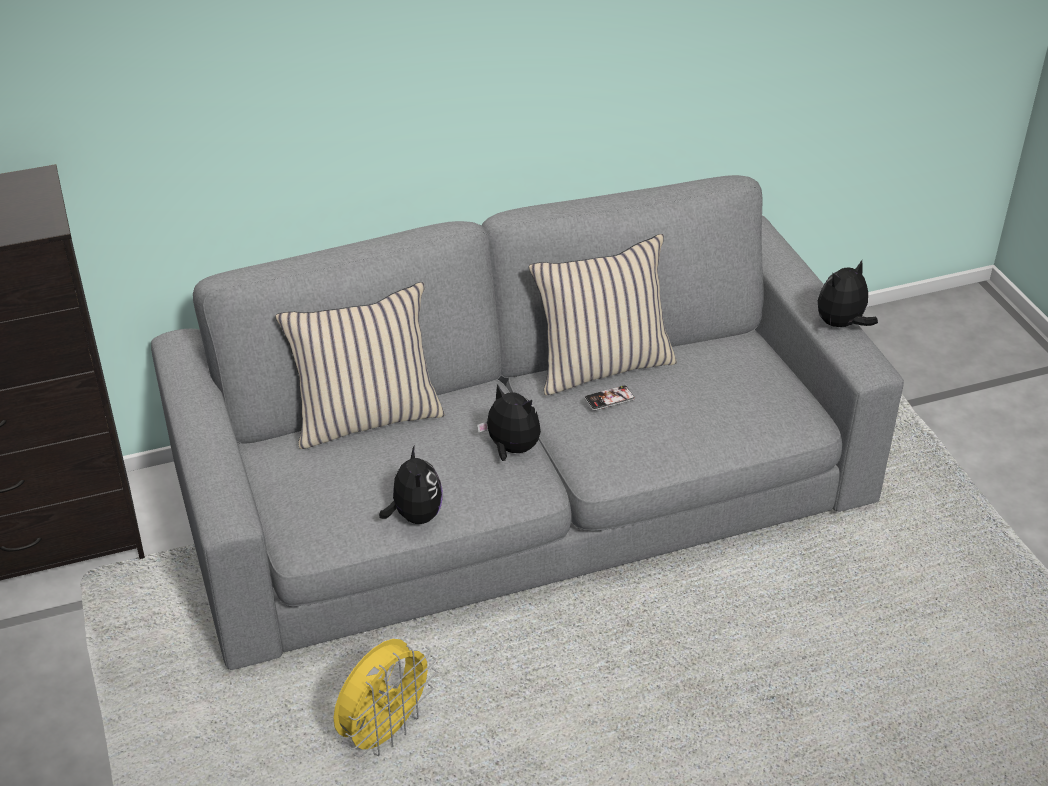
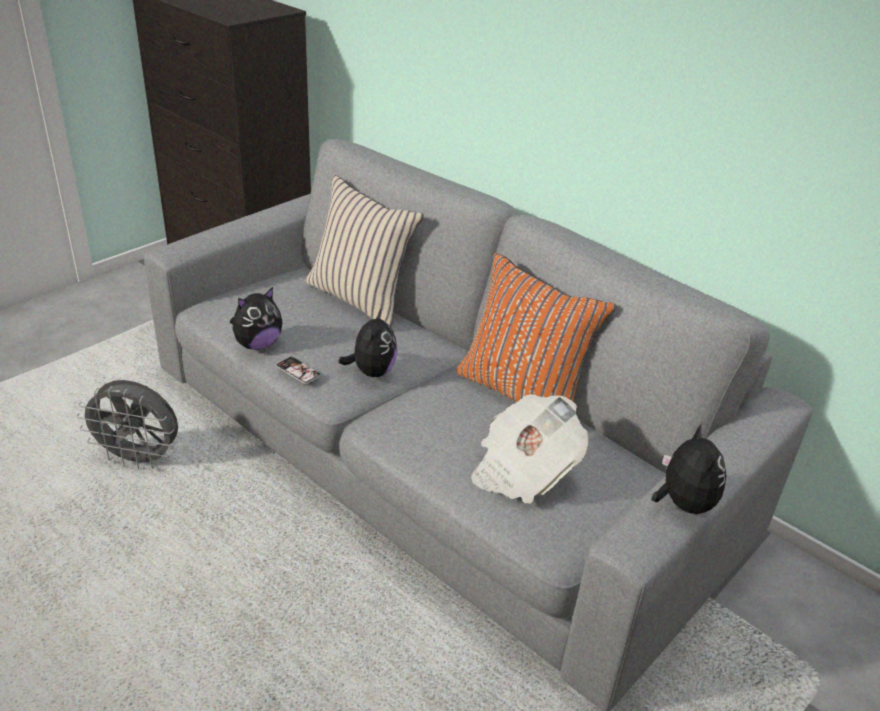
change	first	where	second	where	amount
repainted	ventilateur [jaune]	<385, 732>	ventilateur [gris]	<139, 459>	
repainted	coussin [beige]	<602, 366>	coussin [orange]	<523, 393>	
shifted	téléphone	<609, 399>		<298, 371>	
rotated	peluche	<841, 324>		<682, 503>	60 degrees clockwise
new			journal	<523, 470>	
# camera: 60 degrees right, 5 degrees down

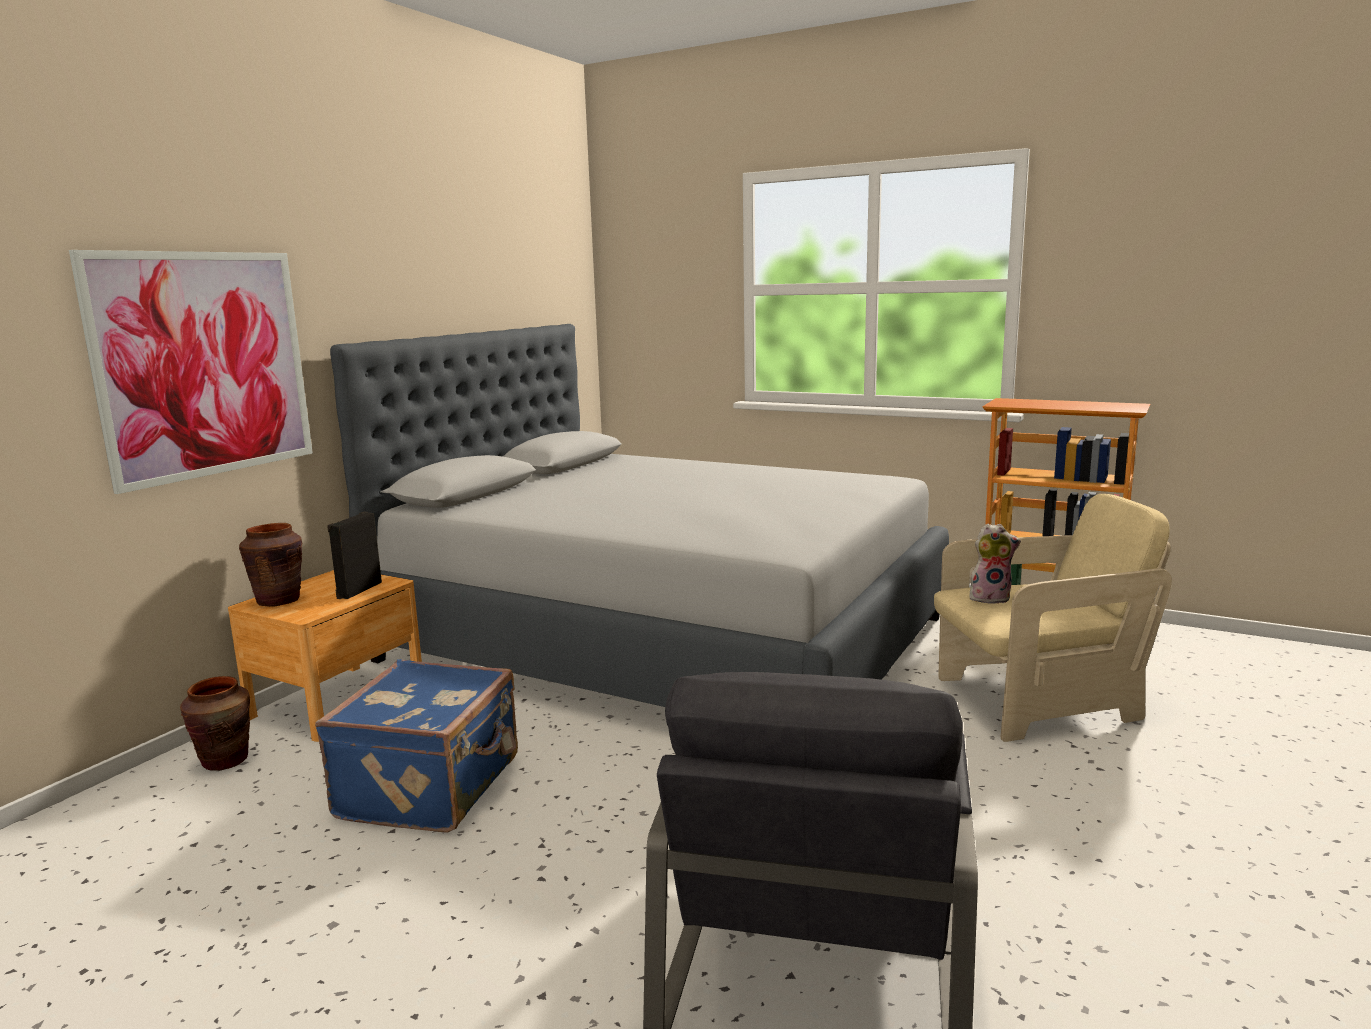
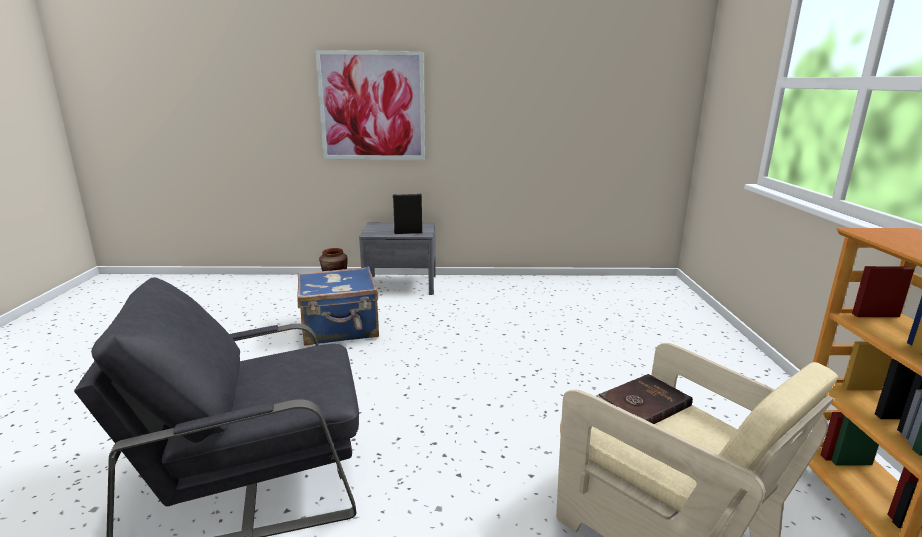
change	first	where	second	where	amount
repainted	table de chevet [marron]	<338, 701>	table de chevet [gris]	<400, 284>	
gone	vase [marron]	<279, 601>			
gone	lit [gris]	<666, 638>			
swapped	peluche	<990, 598>	livre [marron]	<642, 404>	
# camera: 60 degrees right, 5 degrees up

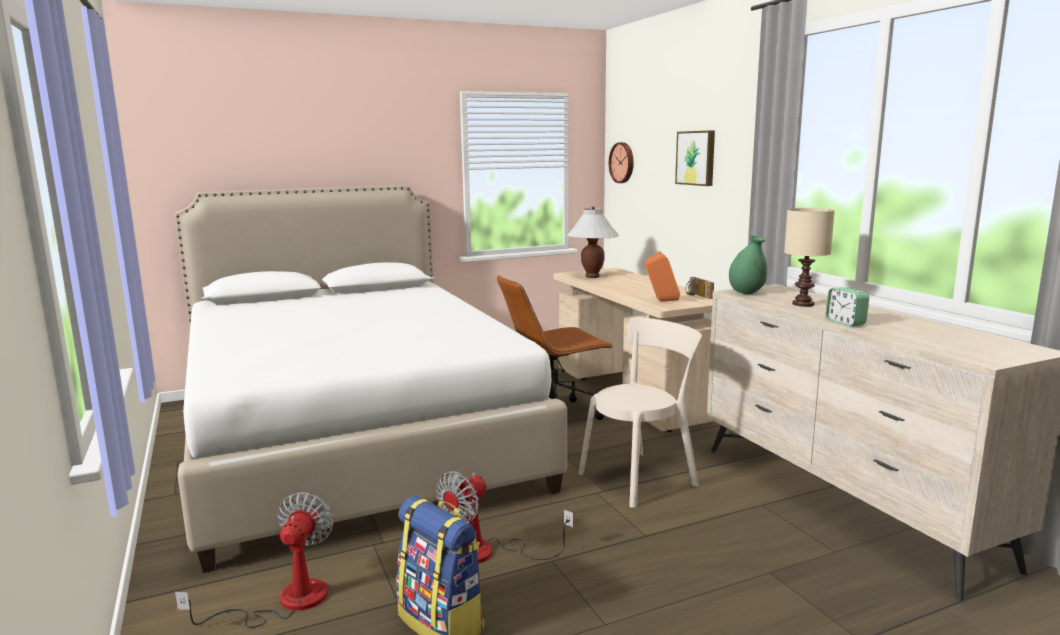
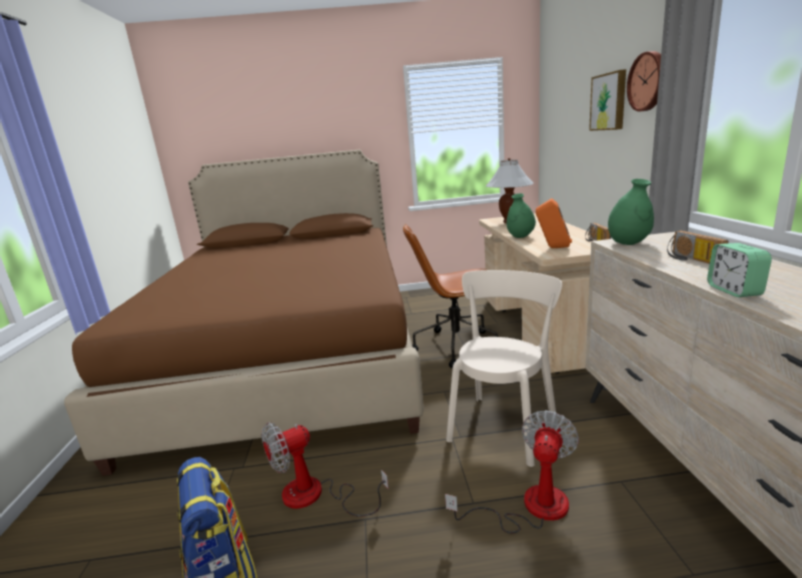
change	first	where	second	where	amount
repainted	lit [blanc]	<352, 438>	lit [marron]	<292, 355>	
shifted	ventilateur	<285, 602>		<530, 507>	
rotated	chaise [beige]	<641, 477>		<504, 425>	45 degrees counterclockwise
shifted	horloge murale	<622, 162>		<648, 81>	
swapped	lampe de table [beige]	<804, 304>	radio	<691, 259>	
new			vase [vert]	<520, 237>	
# camera: 20 degrees right, 5 degrees up

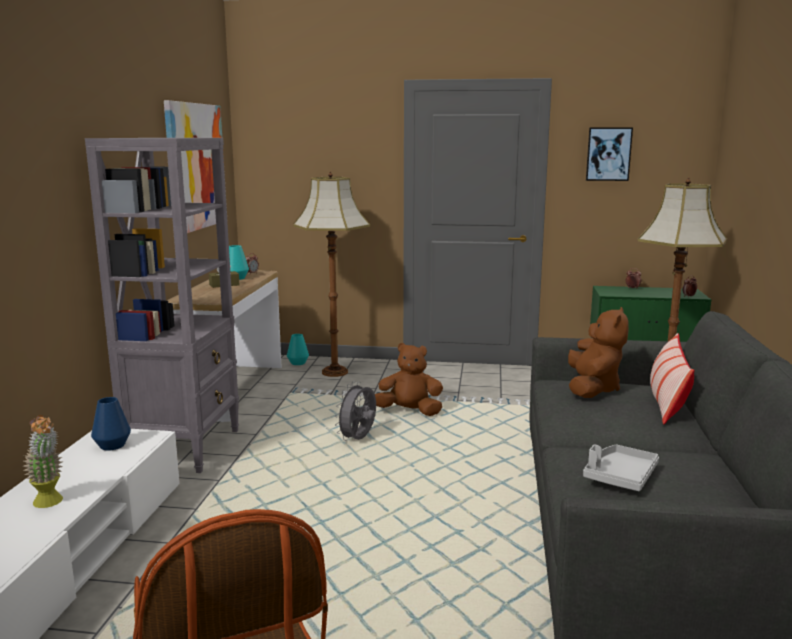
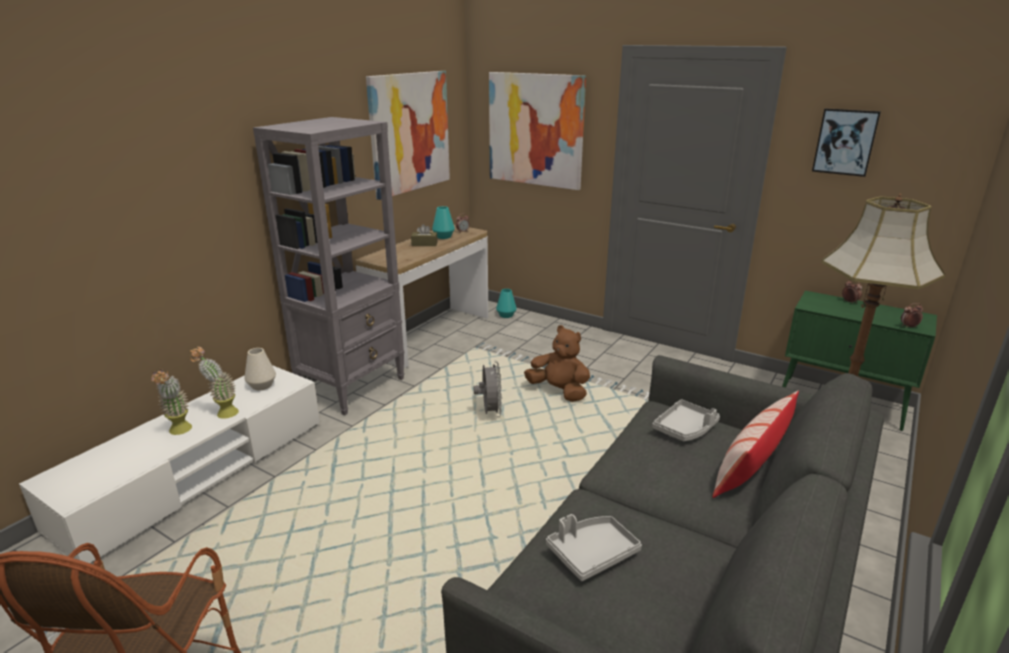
change	first	where	second	where	amount
repainted	vase [bleu]	<112, 445>	vase [blanc]	<262, 385>	
gone	lampadaire	<334, 372>			
rotated	ventilateur [gris]	<358, 440>		<490, 412>	120 degrees clockwise
swapped	peluche [marron]	<592, 389>	plateau [gris]	<685, 429>	
new			plante en pot	<222, 413>	
new			tableau	<535, 130>	
# camera: 25 degrees right, 10 degrees up

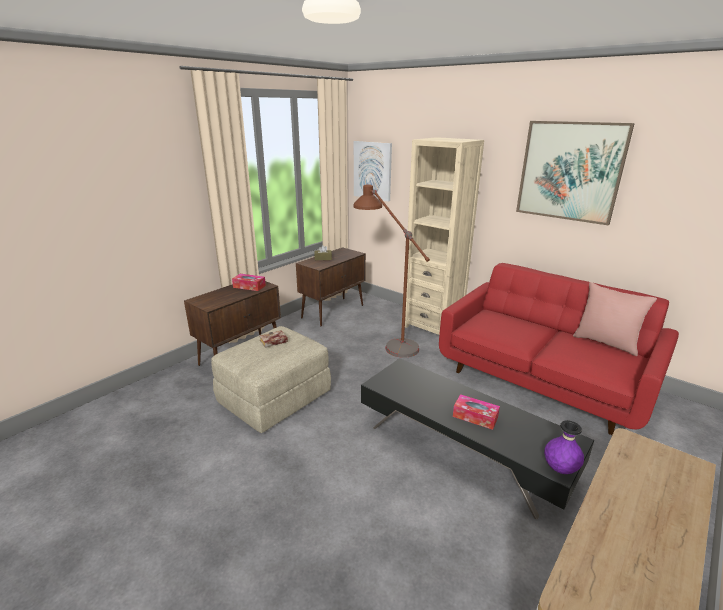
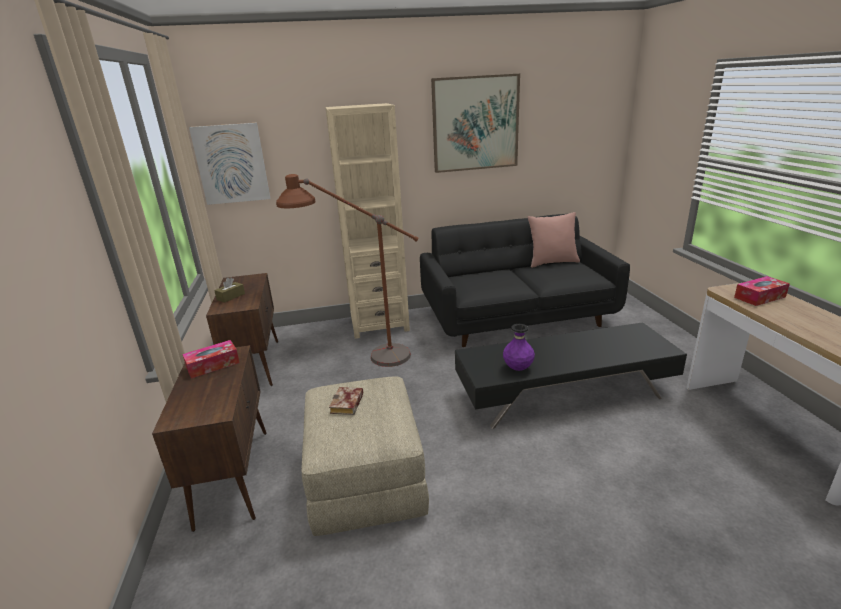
change	first	where	second	where	amount
repainted	canapé [rouge]	<542, 380>	canapé [noir]	<517, 317>	
shifted	boîte à mouchoirs	<475, 417>		<759, 297>	
shifted	vase [violet]	<559, 469>		<518, 368>	
# camera: 50 degrees left, 0 degrees up

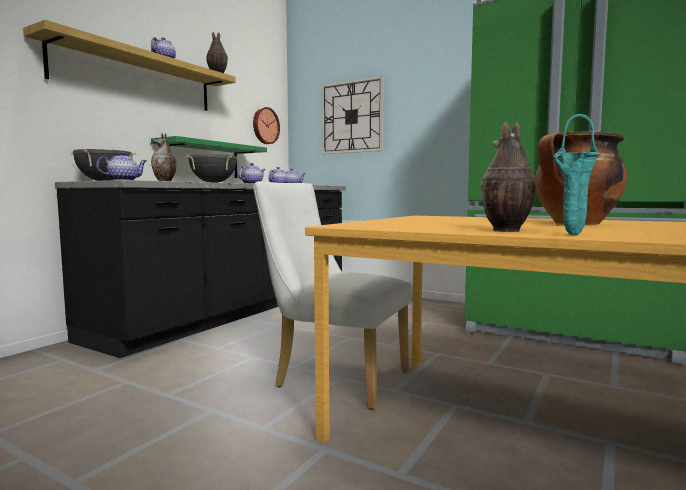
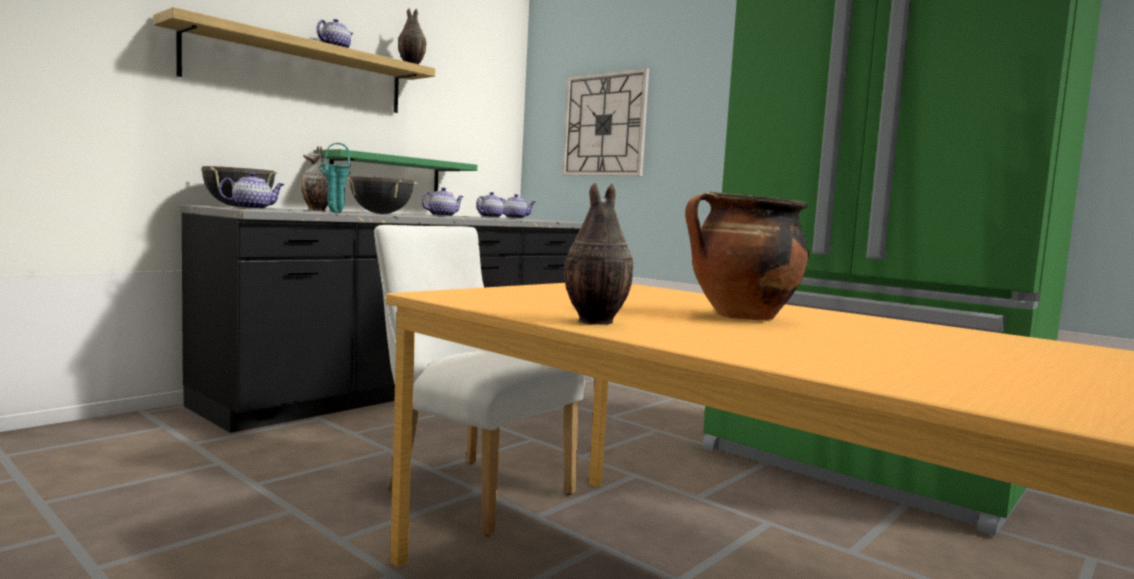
change	first	where	second	where	amount
gone	horloge murale	<265, 126>			
shifted	vase [turquoise]	<571, 235>		<334, 212>	
# camera: 10 degrees right, 0 degrees up

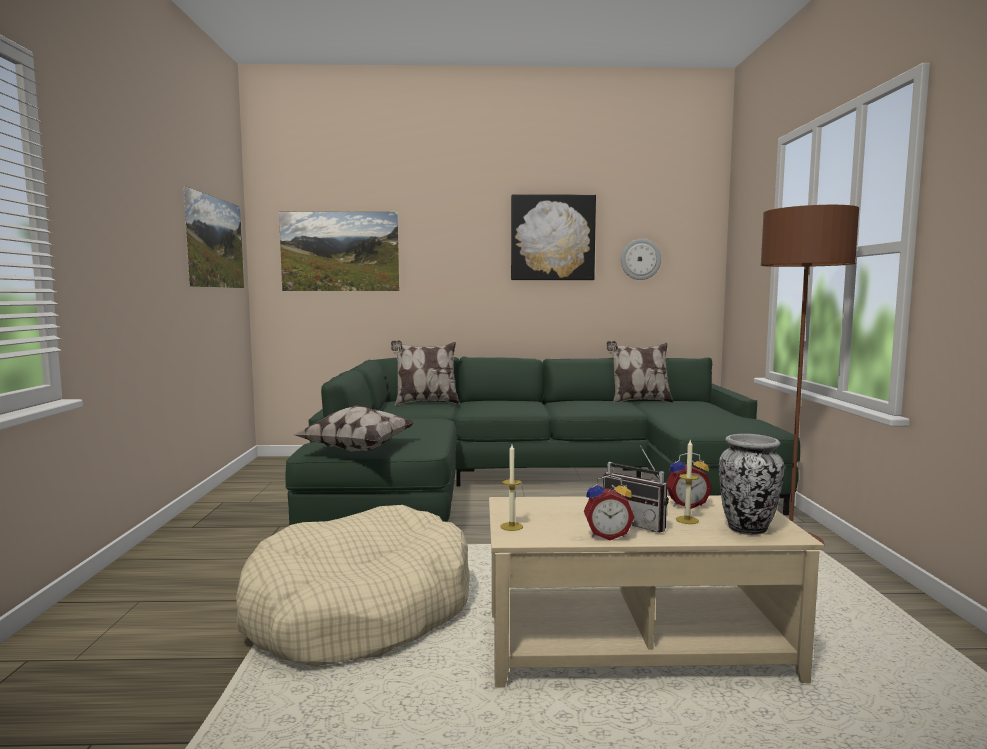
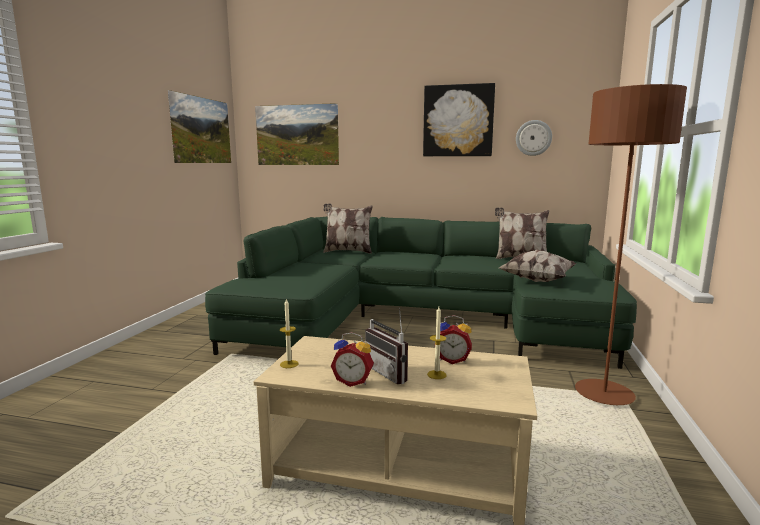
change	first	where	second	where	amount
gone	panier pour chien [beige]	<359, 610>			
shifted	coussin	<357, 449>		<536, 280>	
gone	vase	<748, 529>			
# camera: 15 degrees right, 5 degrees up

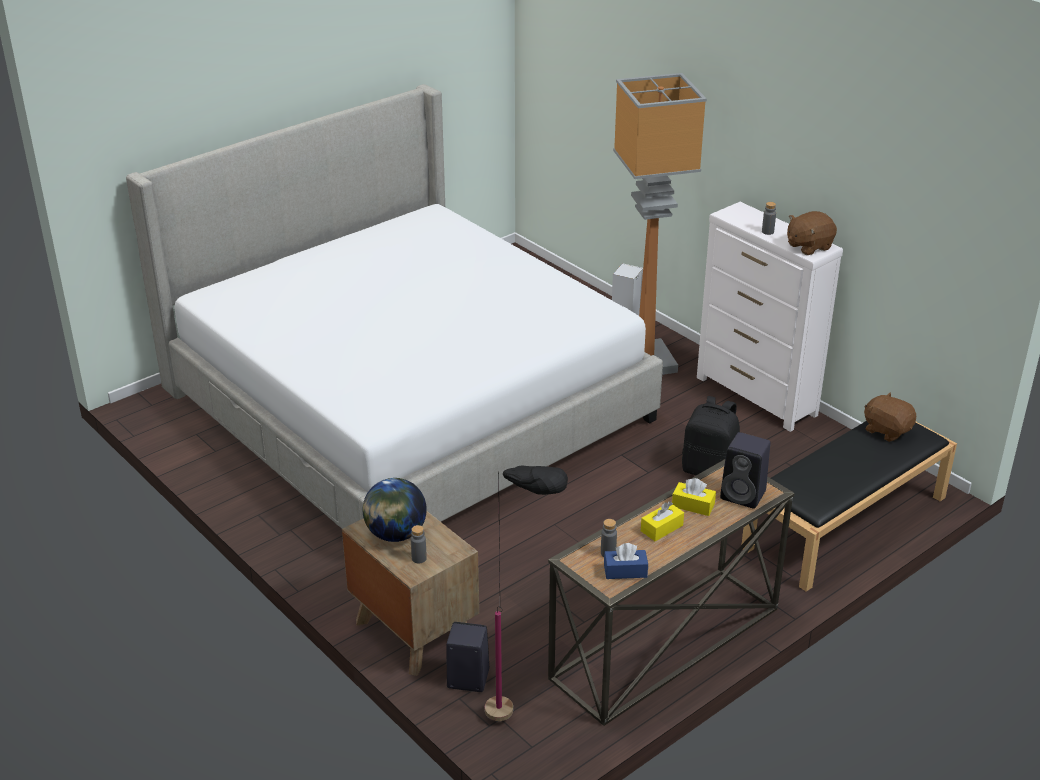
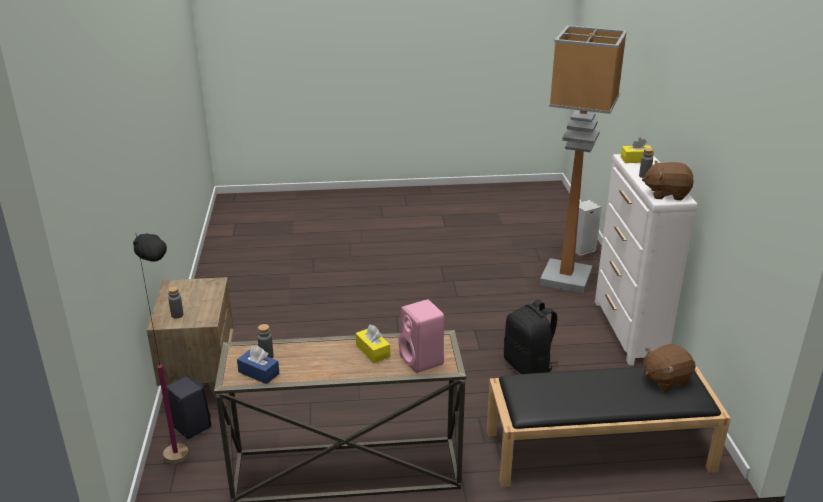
change	first	where	second	where	amount
gone	lit	<406, 404>			
gone	globe	<395, 534>			
shifted	boîte à mouchoirs [jaune]	<661, 528>		<636, 160>	
repainted	enceinte [noir]	<744, 495>	enceinte [rose]	<422, 361>	
rotated	peluche [marron]	<887, 430>		<665, 379>	105 degrees counterclockwise
# camera: 35 degrees right, 5 degrees down

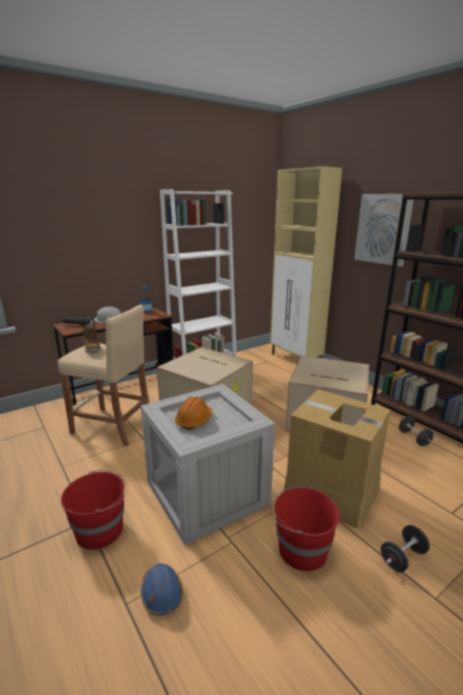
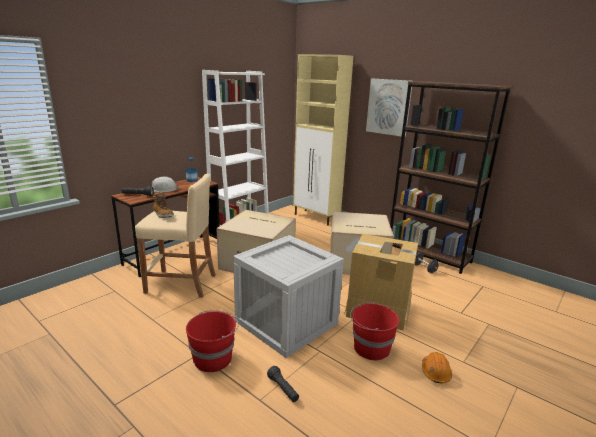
change	first	where	second	where	amount
swapped	casque de chantier [bleu]	<162, 593>	lampe de poche [noir]	<283, 389>	
shifted	casque de chantier [orange]	<194, 420>		<435, 372>	
gone	haltère [noir]	<402, 558>			
# camera: 15 degrees left, 0 degrees up

